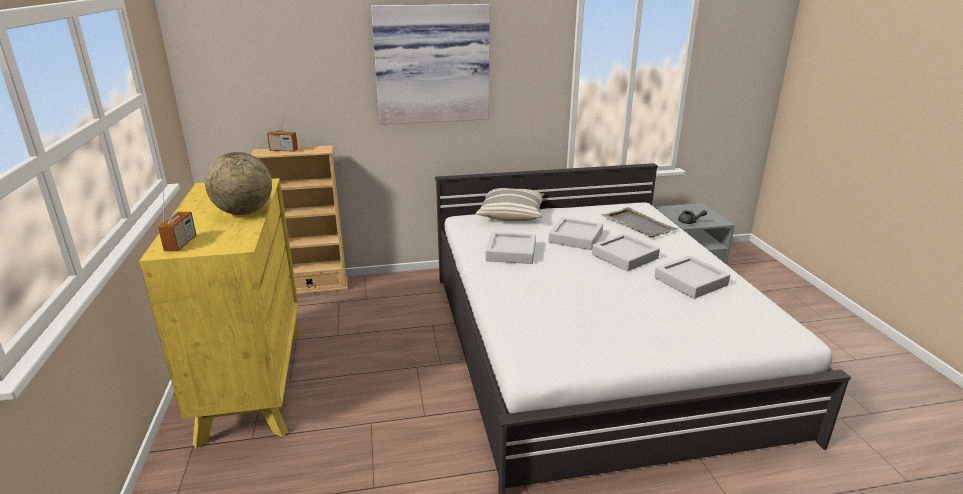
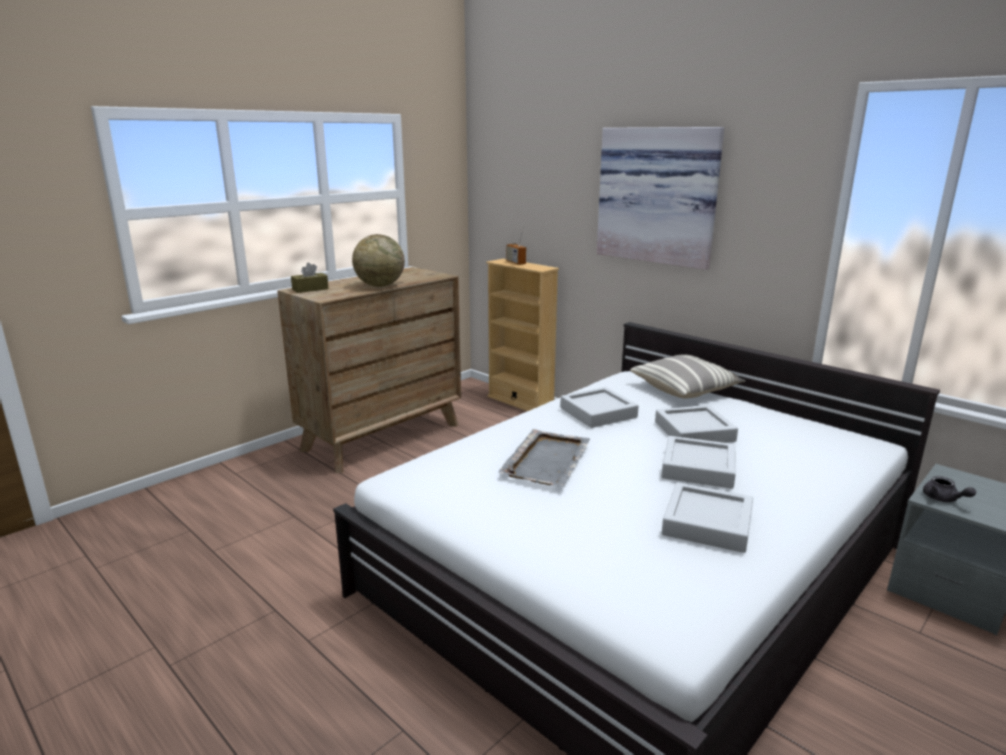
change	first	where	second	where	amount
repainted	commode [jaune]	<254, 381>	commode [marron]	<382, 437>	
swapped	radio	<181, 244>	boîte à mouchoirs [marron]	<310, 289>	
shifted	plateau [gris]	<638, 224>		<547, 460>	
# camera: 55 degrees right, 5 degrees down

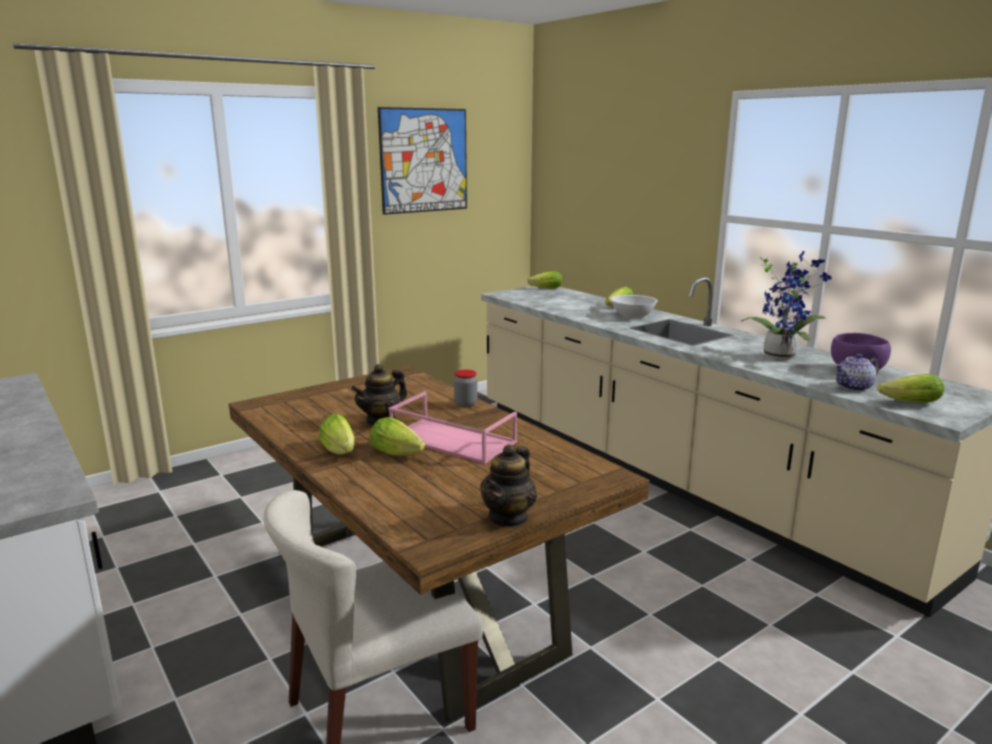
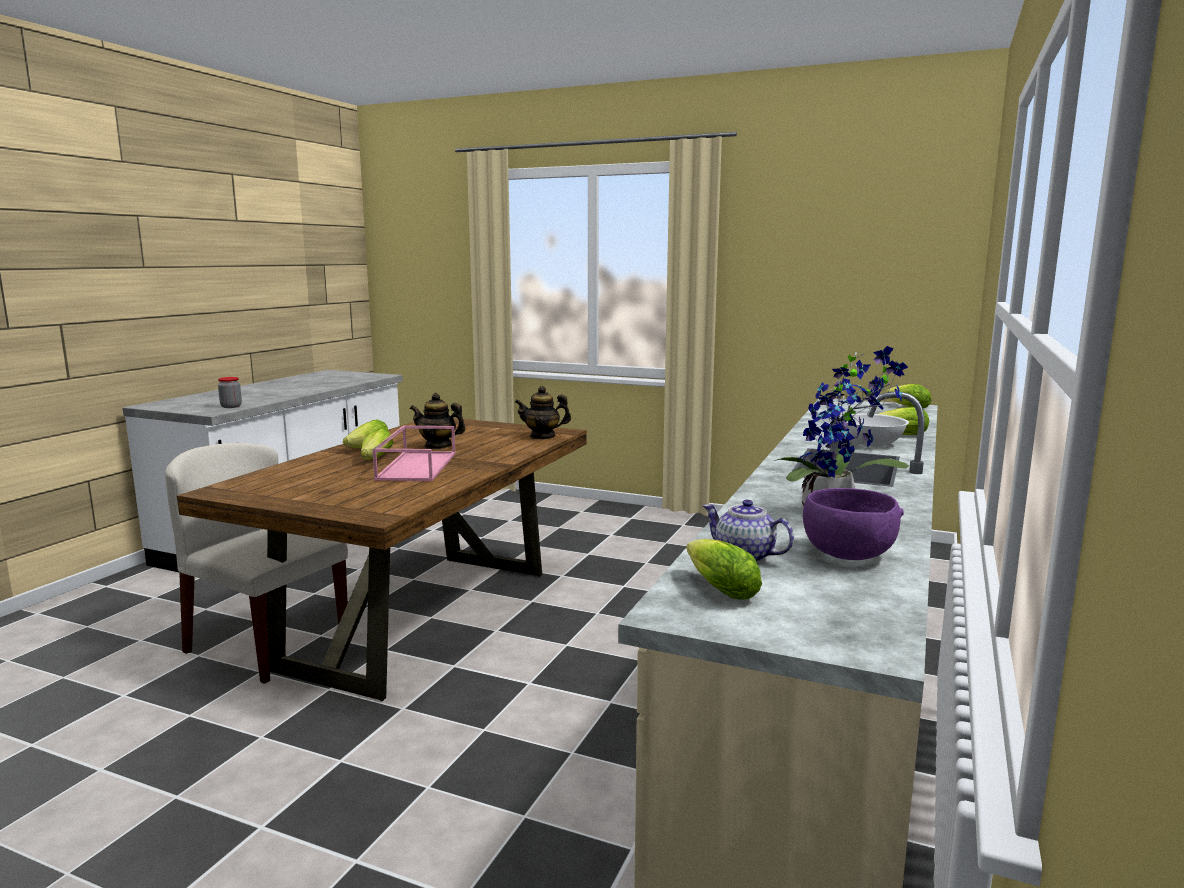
change	first	where	second	where	amount
gone	tableau	<424, 160>			
shifted	bocal	<466, 404>		<231, 406>	
shifted	théière	<509, 517>		<543, 436>	
# camera: 60 degrees right, 5 degrees down

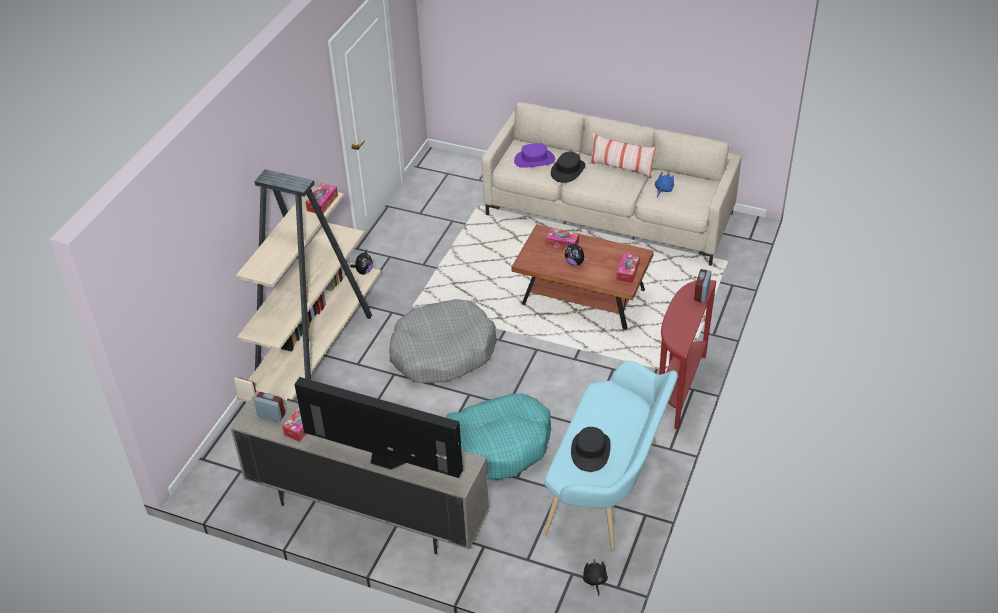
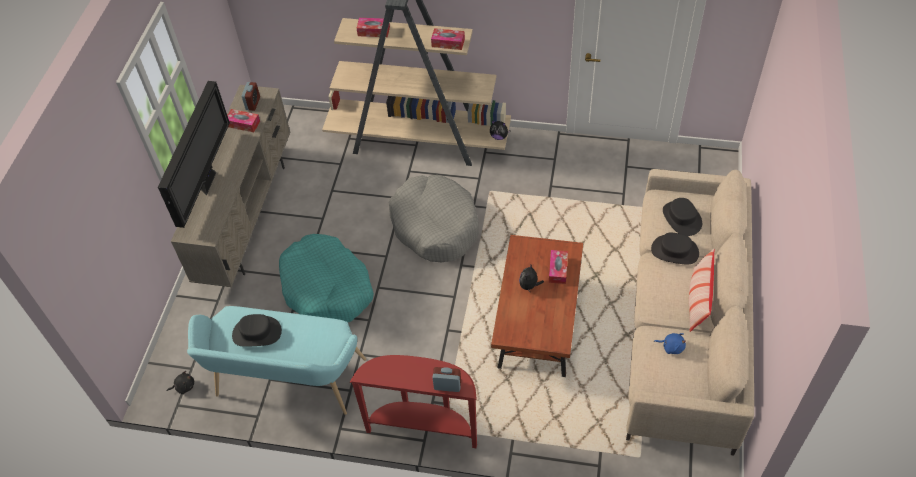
change	first	where	second	where	amount
repainted	chapeau [violet]	<534, 160>	chapeau [noir]	<681, 218>	
shifted	boîte à mouchoirs	<627, 271>		<373, 31>	
# camera: 80 degrees right, 10 degrees up

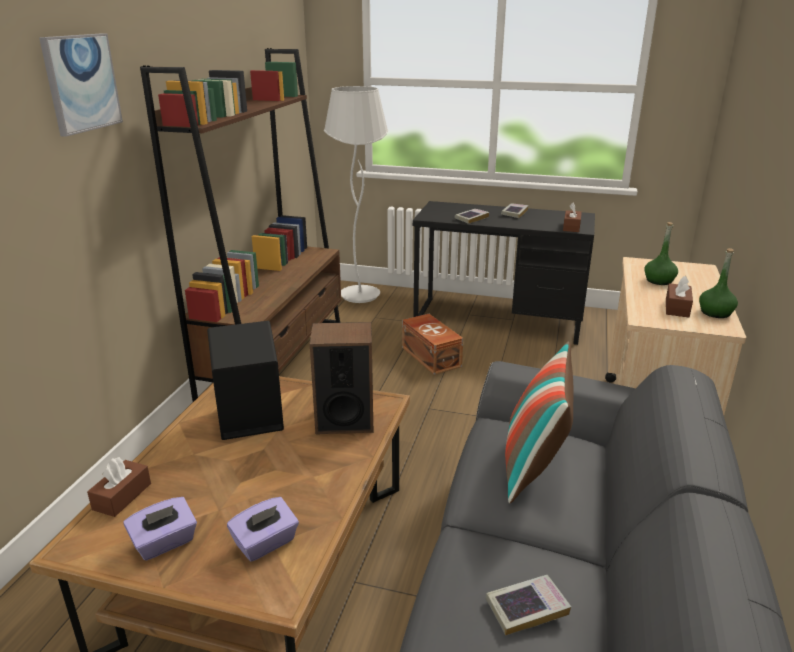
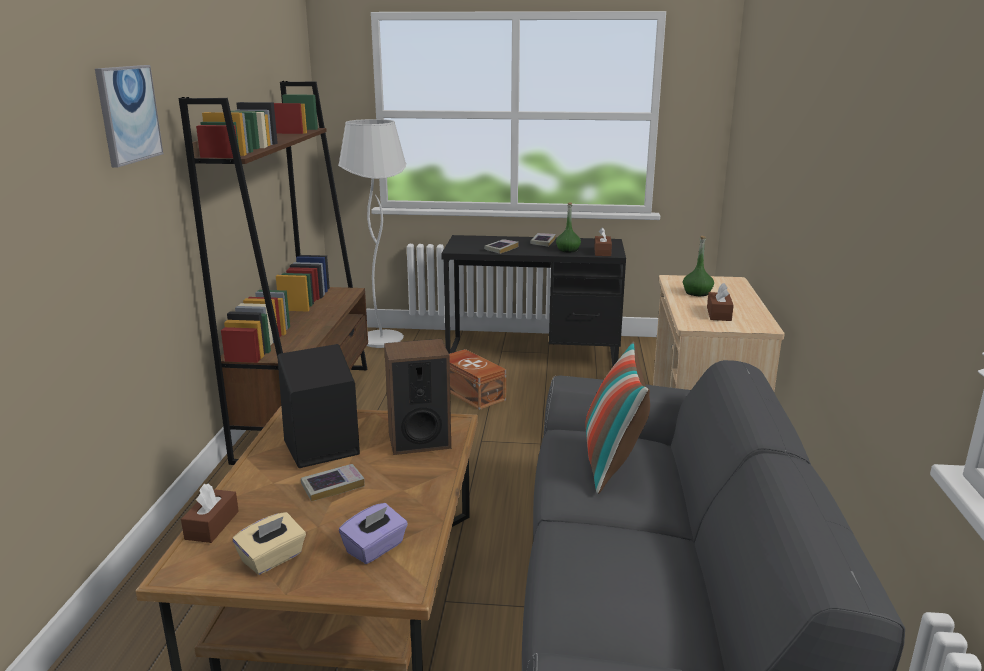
change	first	where	second	where	amount
repainted	boîte à mouchoirs [violet]	<165, 543>	boîte à mouchoirs [beige]	<272, 559>	
shifted	livre	<526, 608>		<333, 486>	
shifted	bouteille [vert]	<715, 313>		<568, 250>	
# camera: 10 degrees left, 5 degrees down

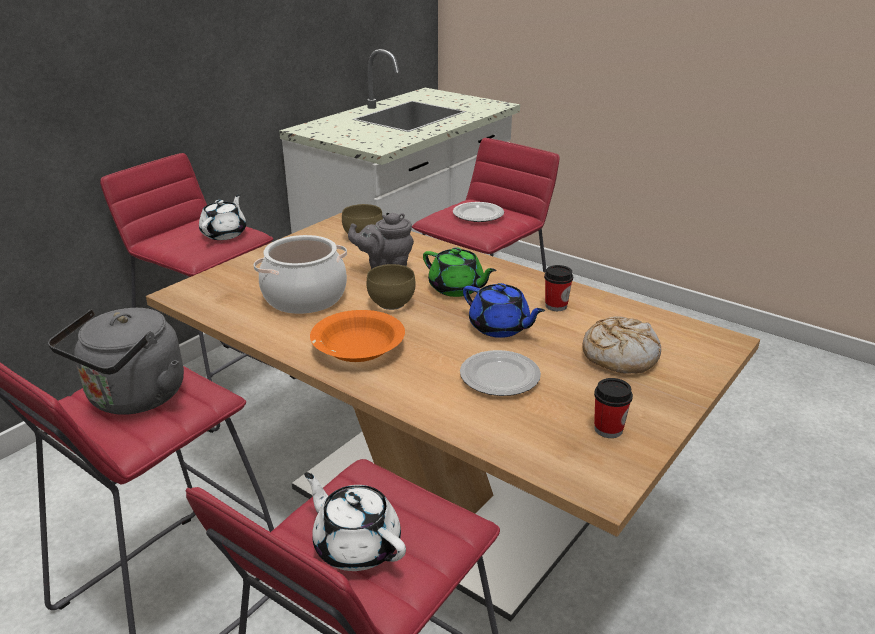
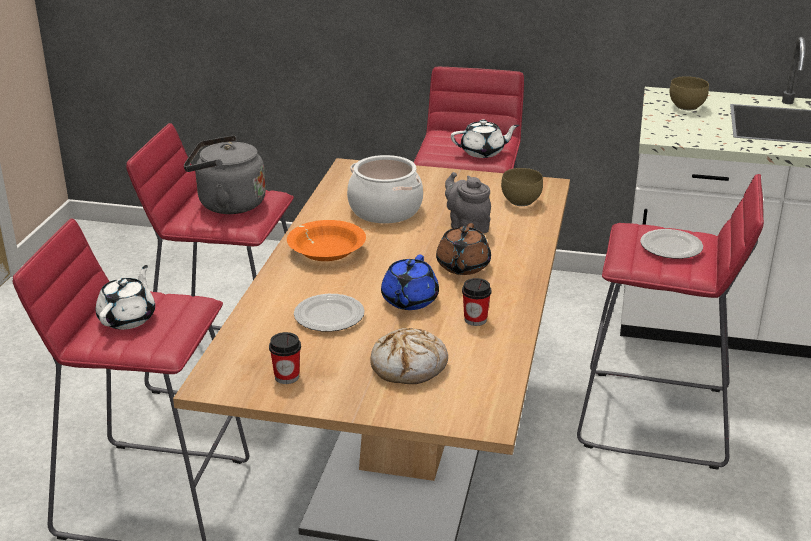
change	first	where	second	where	amount
shifted	bol [marron]	<392, 304>		<685, 107>	
repainted	théière [vert]	<457, 288>	théière [marron]	<462, 266>	
# camera: 65 degrees right, 0 degrees up

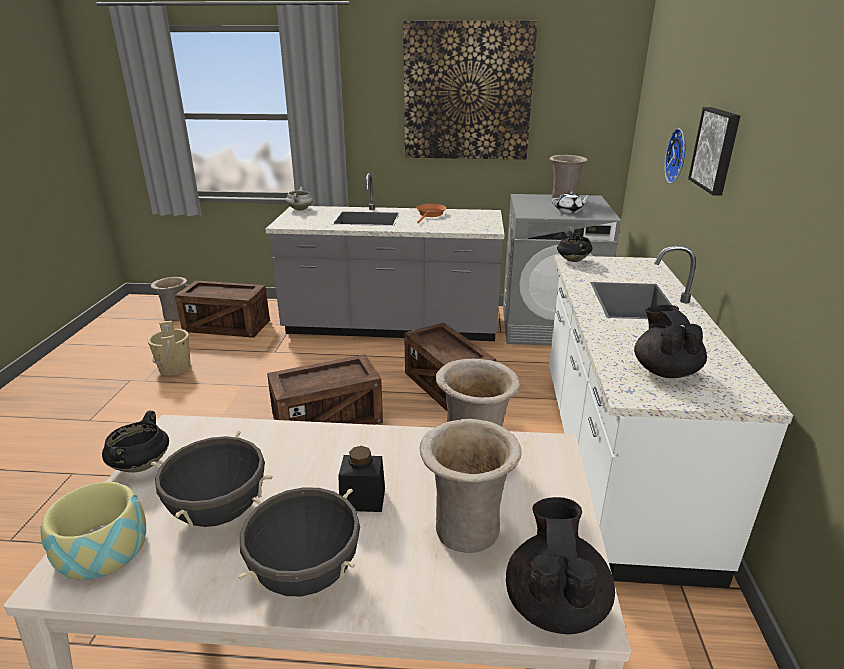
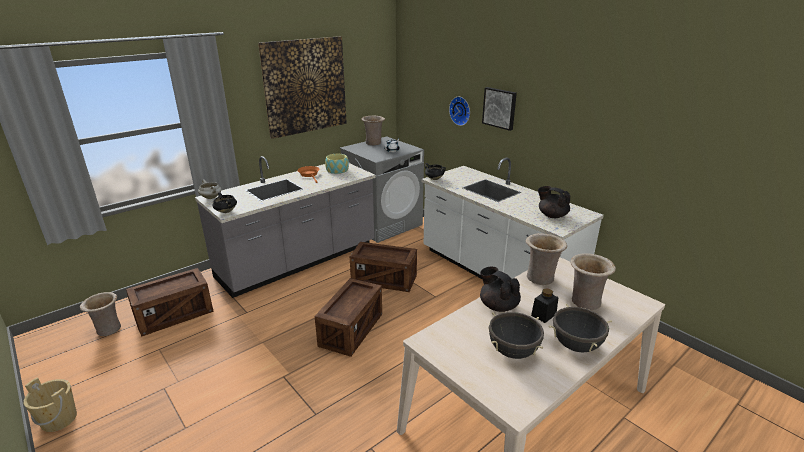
change	first	where	second	where	amount
shifted	bol	<103, 548>		<337, 170>	
shifted	marmite [noir]	<141, 464>		<225, 211>	
shifted	seau [beige]	<175, 368>		<59, 419>	
shifted	théière [noir]	<555, 603>		<498, 306>	
# camera: 45 degrees left, 0 degrees up

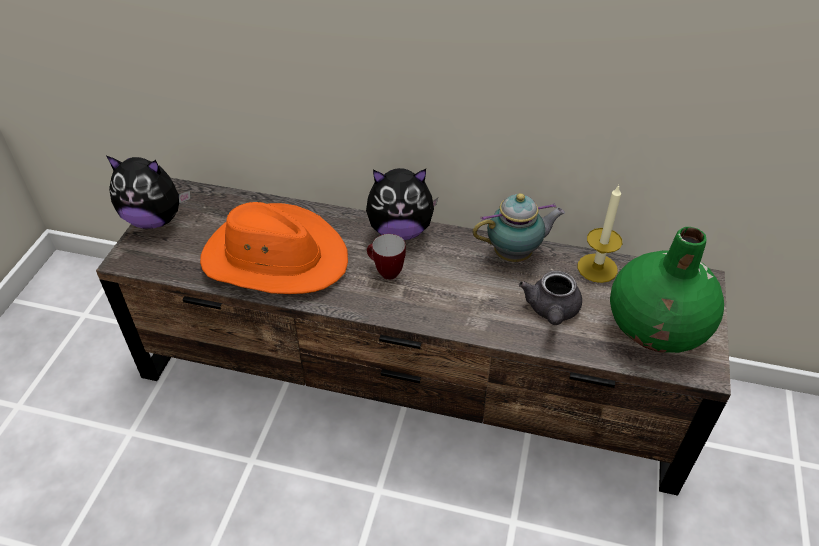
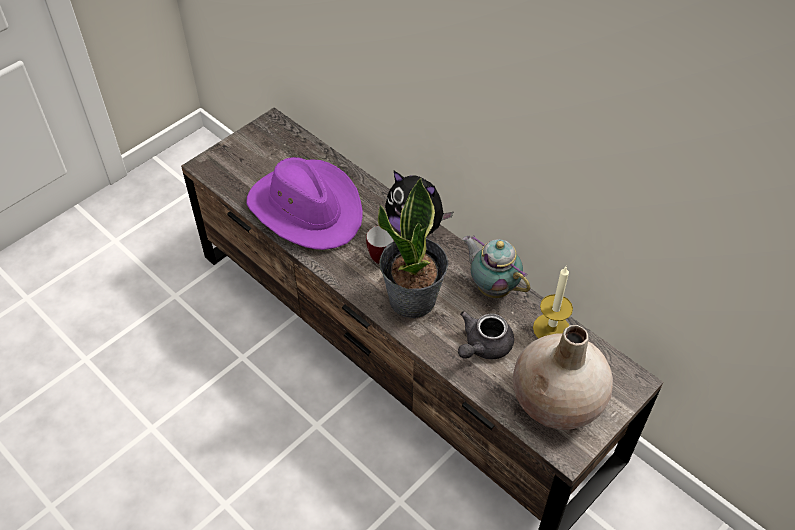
change	first	where	second	where	amount
gone	peluche	<155, 219>			
repainted	chapeau [orange]	<275, 257>	chapeau [violet]	<307, 208>	
rotated	théière	<515, 255>		<492, 287>	150 degrees counterclockwise
repainted	vase [vert]	<657, 329>	vase [beige]	<557, 401>	
new			plante en pot	<413, 299>	
# camera: 30 degrees right, 5 degrees up

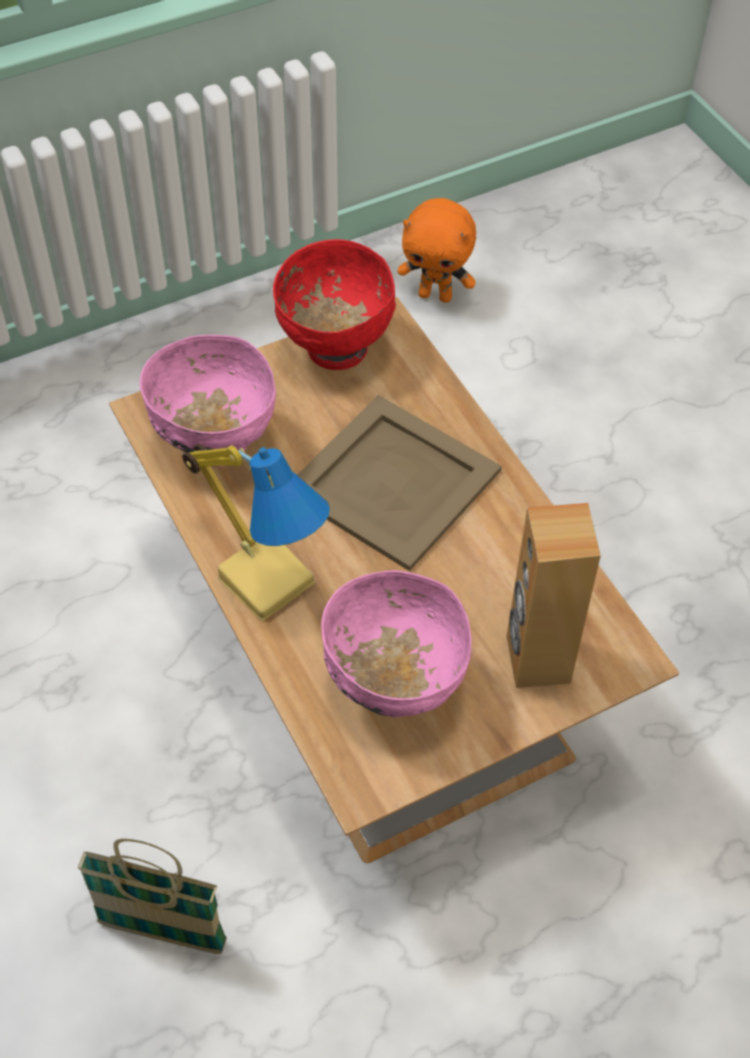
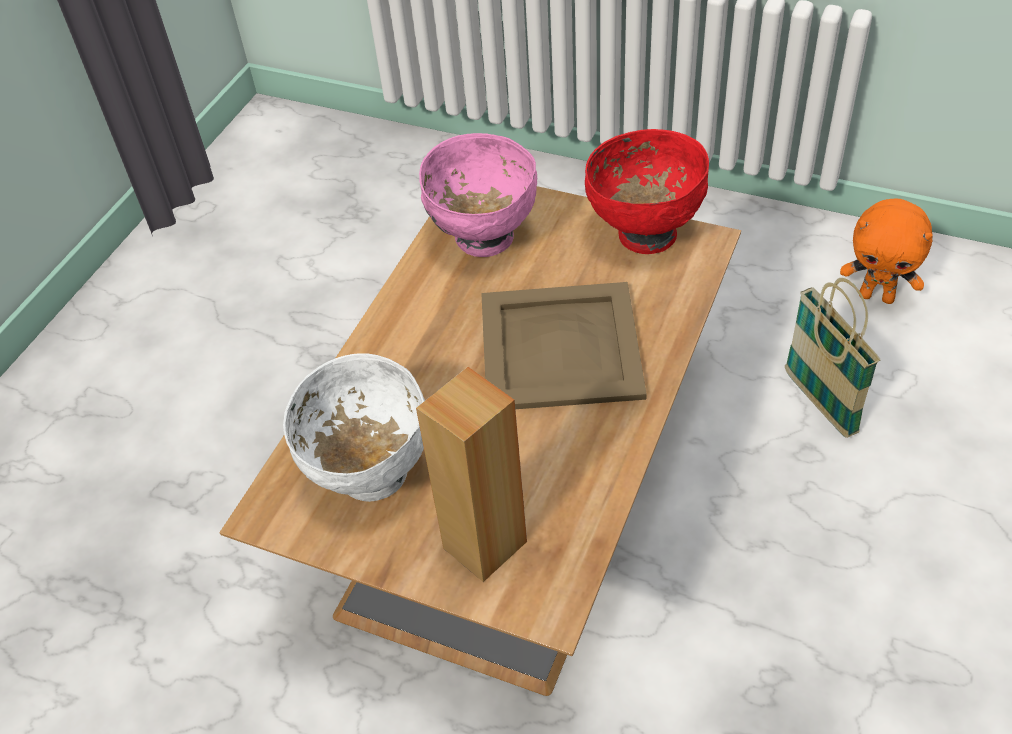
change	first	where	second	where	amount
shifted	panier	<163, 933>		<820, 403>	
gone	lampe de table	<268, 577>			
repainted	bol [rose]	<394, 688>	bol [blanc]	<370, 474>	
rotated	peluche [orange]	<436, 295>		<877, 296>	45 degrees counterclockwise
# camera: 55 degrees right, 5 degrees down

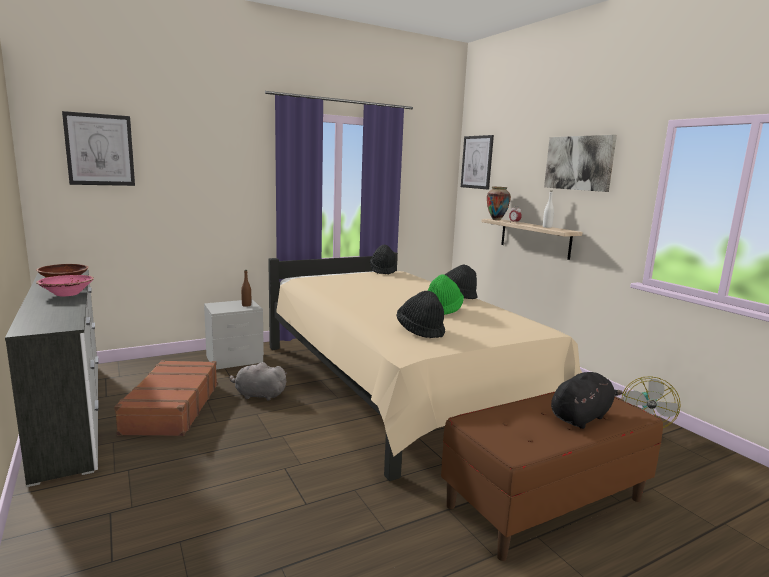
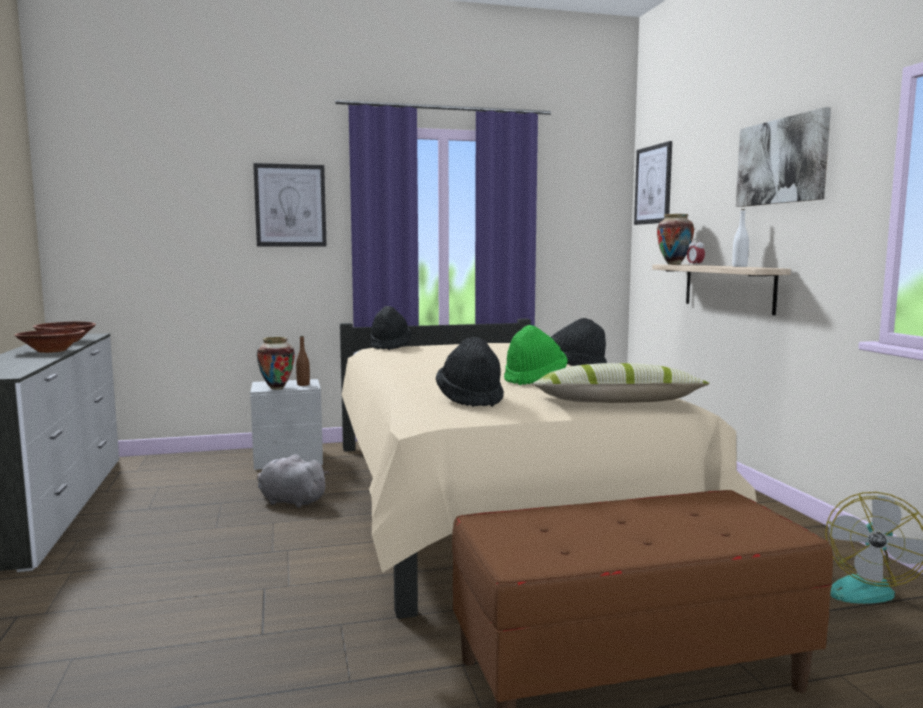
change	first	where	second	where	amount
repainted	bol [rose]	<67, 294>	bol [marron]	<51, 351>	
shifted	tableau	<100, 150>		<290, 205>	
gone	valise [marron]	<171, 408>			
shifted	chapeau [noir]	<383, 271>		<390, 346>	
gone	peluche [noir]	<581, 417>			
new			vase	<276, 388>	
new			coussin	<615, 402>	
# camera: 15 degrees right, 5 degrees down

